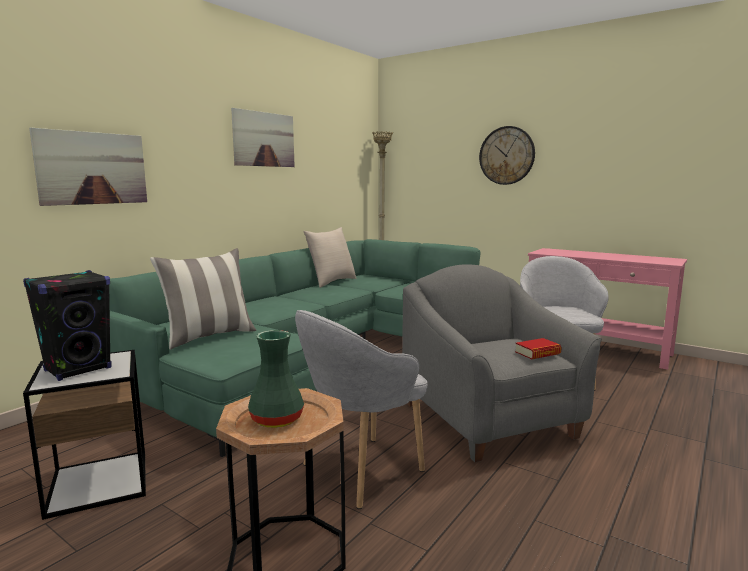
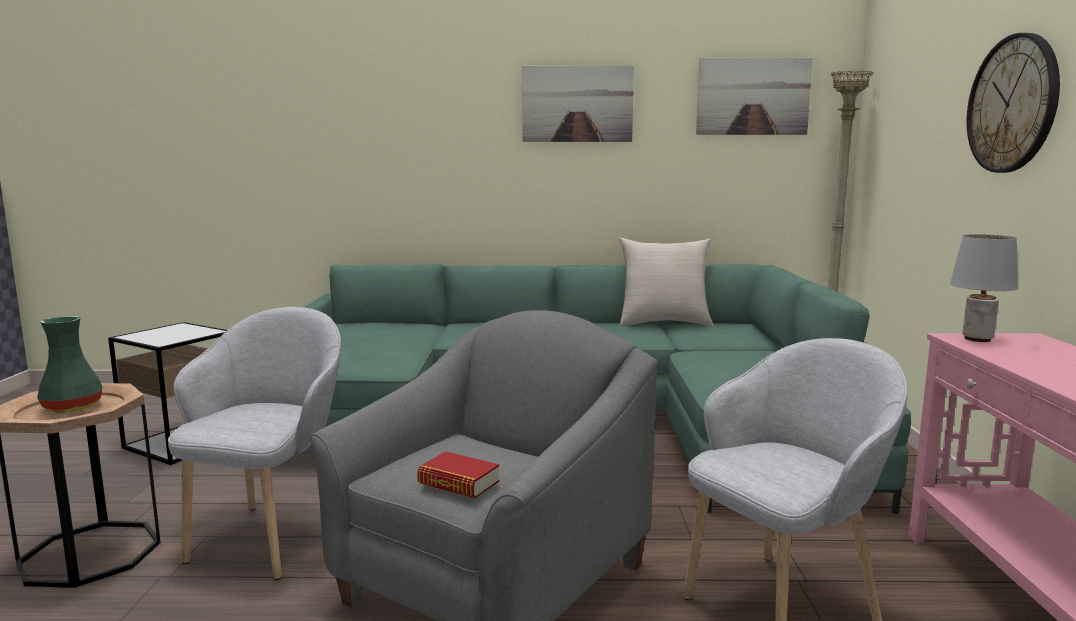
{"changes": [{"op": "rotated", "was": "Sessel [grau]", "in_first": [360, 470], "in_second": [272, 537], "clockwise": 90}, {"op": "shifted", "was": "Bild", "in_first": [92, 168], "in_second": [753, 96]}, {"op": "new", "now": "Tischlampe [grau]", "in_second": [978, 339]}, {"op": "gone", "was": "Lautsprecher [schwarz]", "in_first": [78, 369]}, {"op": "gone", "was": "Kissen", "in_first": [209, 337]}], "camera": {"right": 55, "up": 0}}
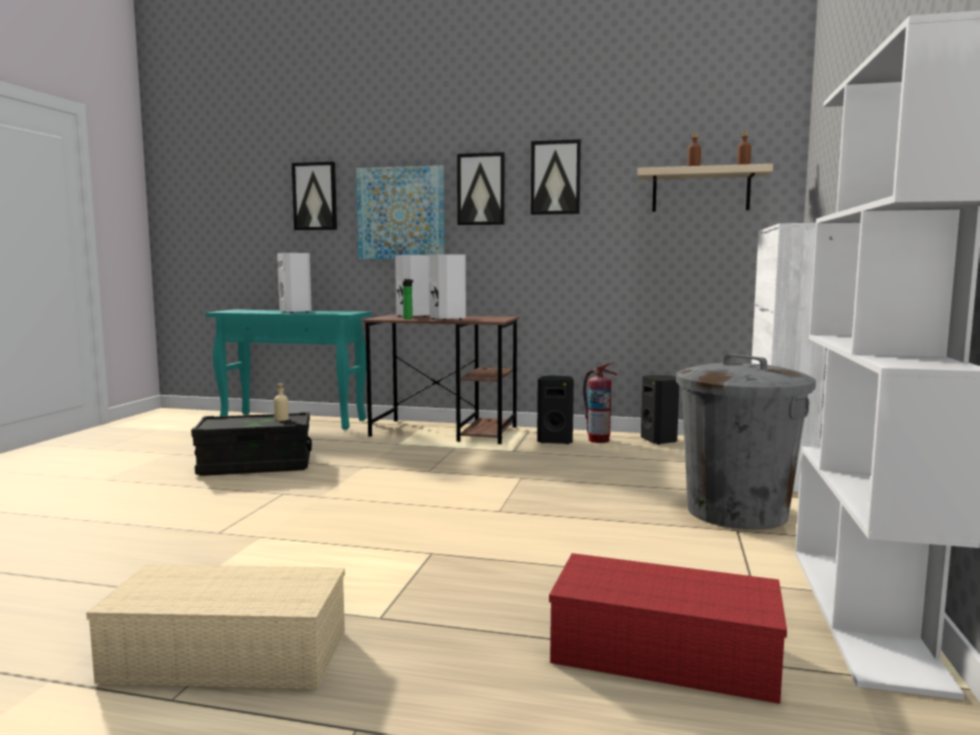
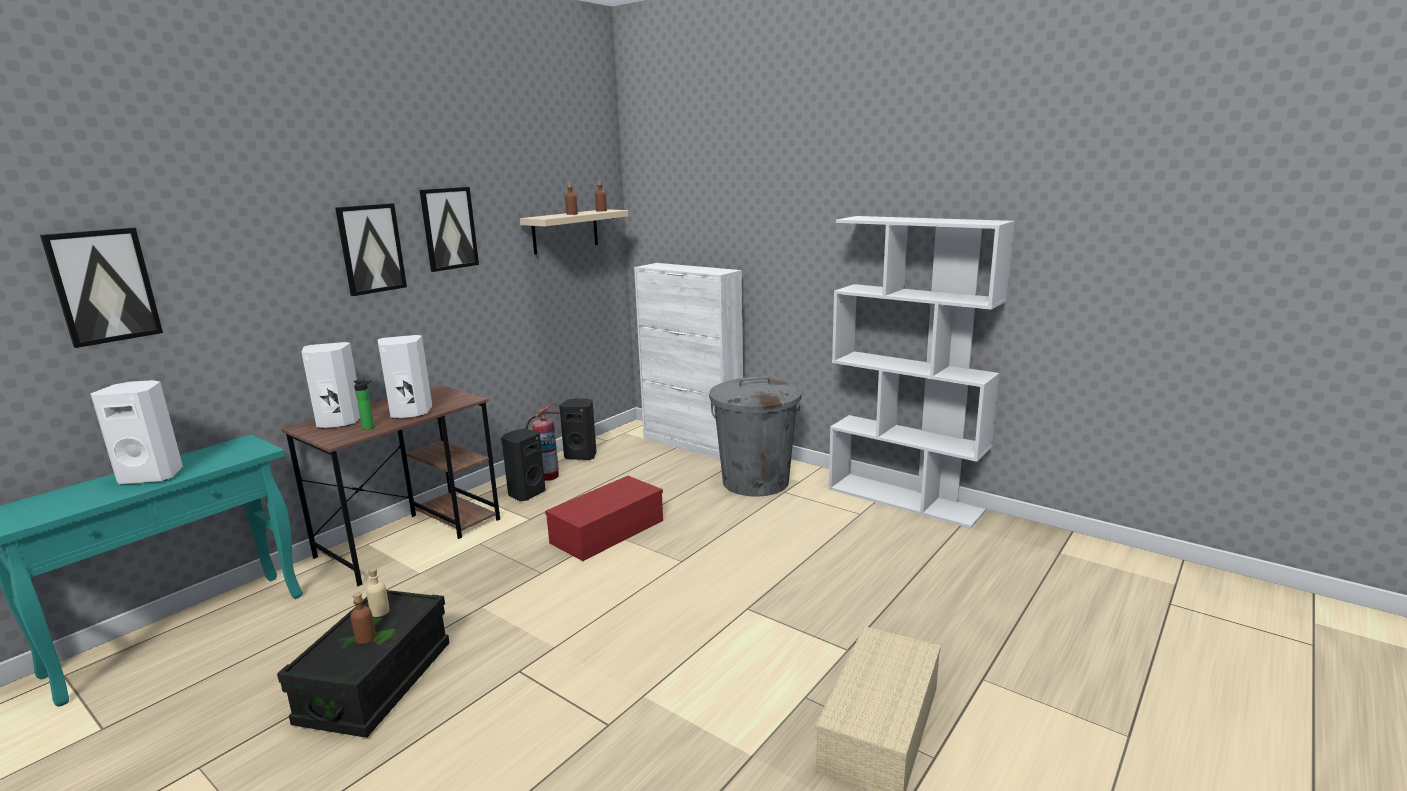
{"changes": [{"op": "new", "now": "Flasche [braun]", "in_second": [365, 638]}, {"op": "shifted", "was": "Aufbewahrungsbox [rot]", "in_first": [667, 653], "in_second": [608, 530]}, {"op": "gone", "was": "Bild", "in_first": [401, 213]}], "camera": {"right": -65, "up": 10}}
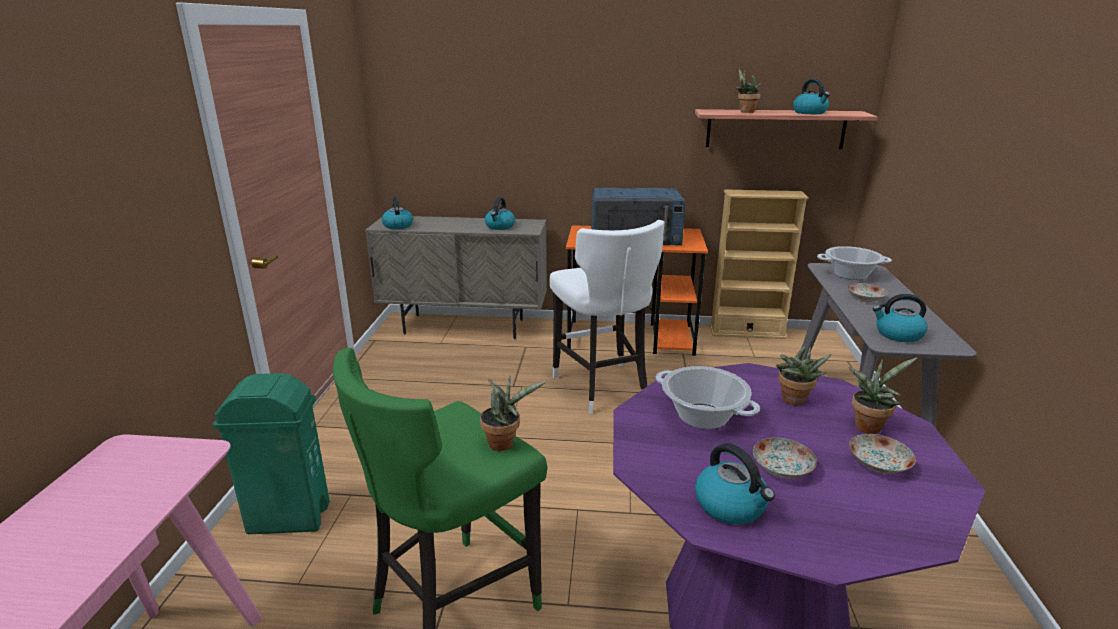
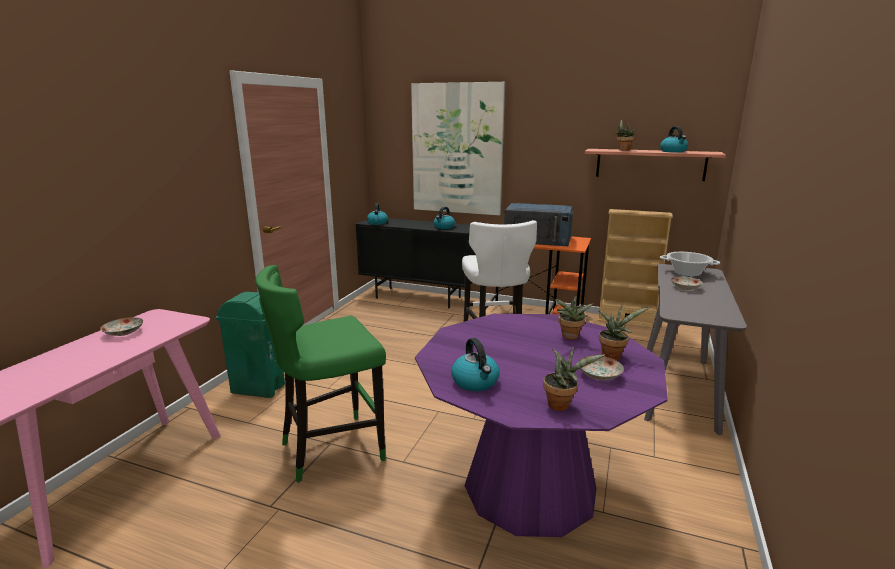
{"changes": [{"op": "shifted", "was": "Teller", "in_first": [782, 468], "in_second": [124, 333]}, {"op": "repainted", "was": "Schrank [beige]", "now": "Schrank [schwarz]", "in_first": [465, 327], "in_second": [418, 298]}, {"op": "new", "now": "Bild", "in_second": [457, 149]}, {"op": "shifted", "was": "Topfpflanze", "in_first": [504, 443], "in_second": [561, 405]}, {"op": "gone", "was": "Kochtopf", "in_first": [702, 416]}, {"op": "gone", "was": "Wasserkessel", "in_first": [898, 334]}], "camera": {"right": 15, "up": -5}}
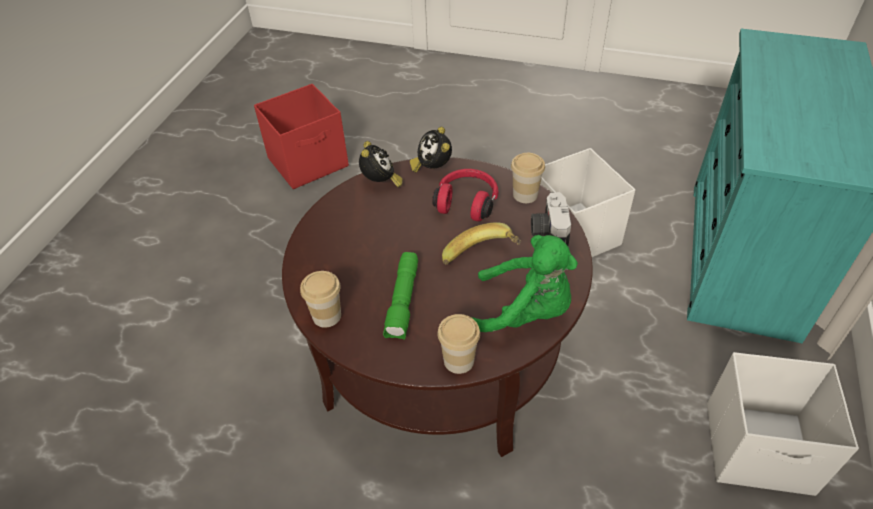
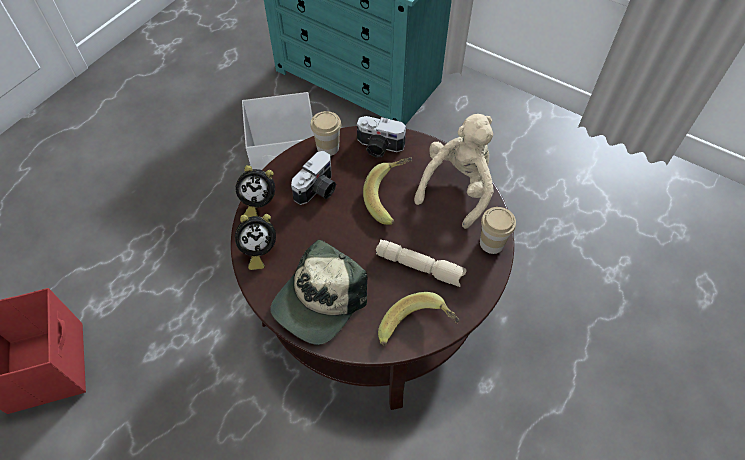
{"changes": [{"op": "rotated", "was": "Wecker", "in_first": [380, 183], "in_second": [258, 251], "clockwise": 150}, {"op": "new", "now": "Kappe", "in_second": [319, 301]}, {"op": "swapped", "was": "Kopfhörer [rot]", "now": "Kamera", "in_first": [467, 202], "in_second": [318, 190]}, {"op": "repainted", "was": "Taschenlampe [grün]", "now": "Taschenlampe [beige]", "in_first": [404, 302], "in_second": [420, 266]}, {"op": "swapped", "was": "Tasse", "now": "Banane", "in_first": [327, 316], "in_second": [417, 330]}, {"op": "repainted", "was": "Plüschtier [grün]", "now": "Plüschtier [beige]", "in_first": [524, 312], "in_second": [457, 188]}, {"op": "gone", "was": "Aufbewahrungsbox [weiß]", "in_first": [759, 449]}], "camera": {"right": -75, "up": 10}}
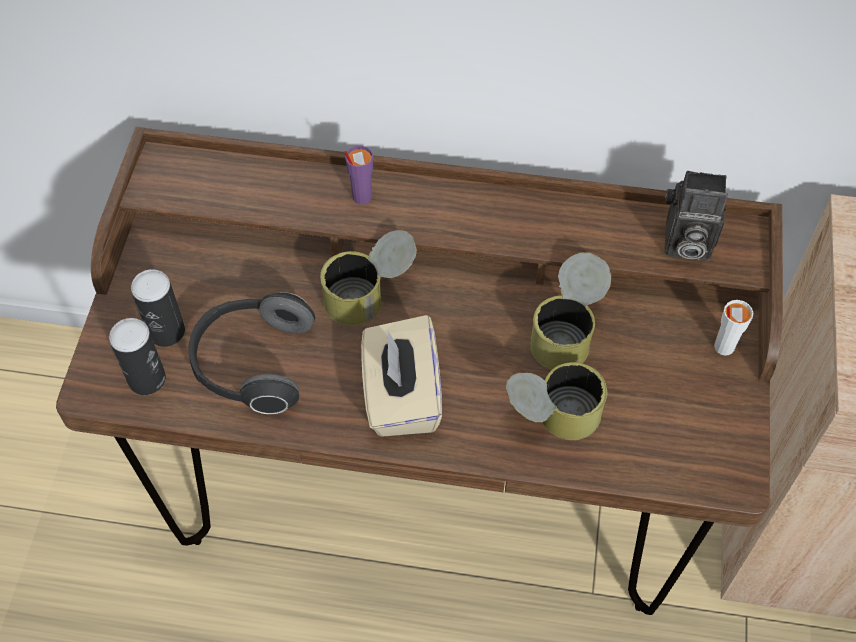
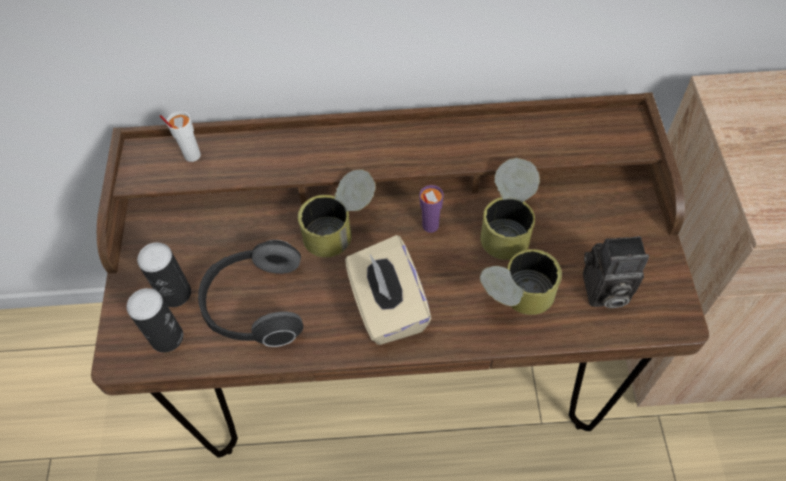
{"changes": [{"op": "shifted", "was": "Tasse [weiß]", "in_first": [723, 346], "in_second": [191, 155]}, {"op": "shifted", "was": "Tasse [lila]", "in_first": [361, 197], "in_second": [430, 226]}, {"op": "shifted", "was": "Kamera", "in_first": [684, 243], "in_second": [603, 291]}], "camera": {"right": -10, "up": 0}}
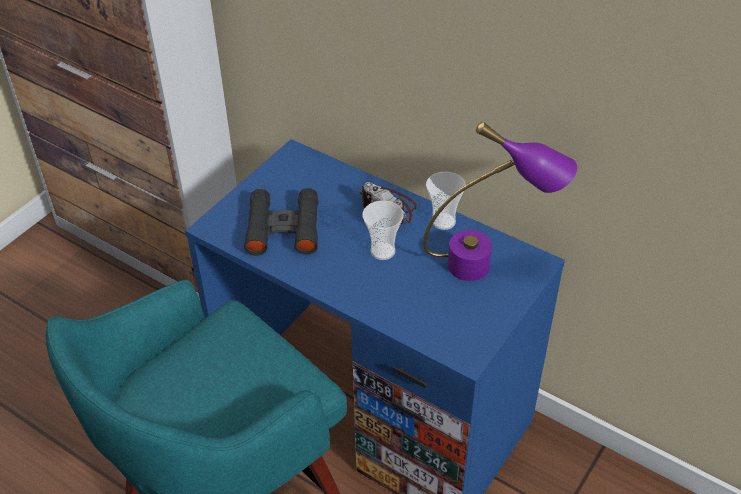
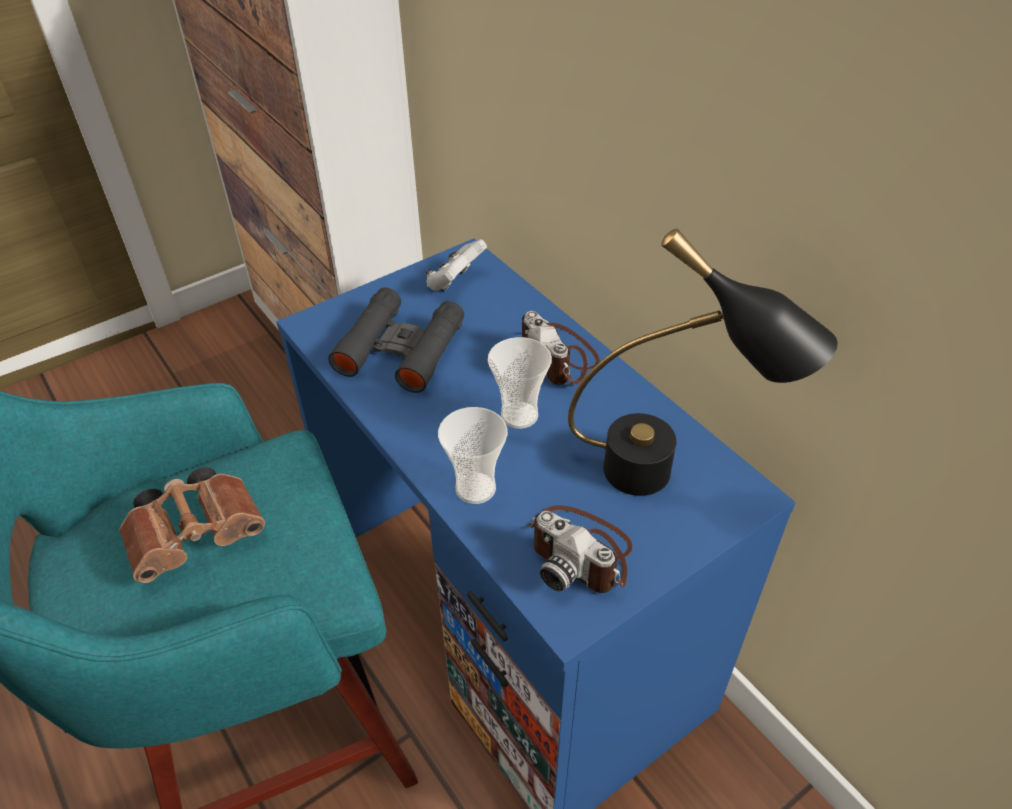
{"changes": [{"op": "new", "now": "Fernglas [braun]", "in_second": [200, 535]}, {"op": "new", "now": "Gamepad [weiß]", "in_second": [455, 282]}, {"op": "shifted", "was": "Tasse", "in_first": [443, 221], "in_second": [475, 488]}, {"op": "new", "now": "Kamera", "in_second": [581, 552]}, {"op": "repainted", "was": "Tischlampe [lila]", "now": "Tischlampe [schwarz]", "in_first": [490, 265], "in_second": [670, 478]}], "camera": {"right": 20, "up": 0}}
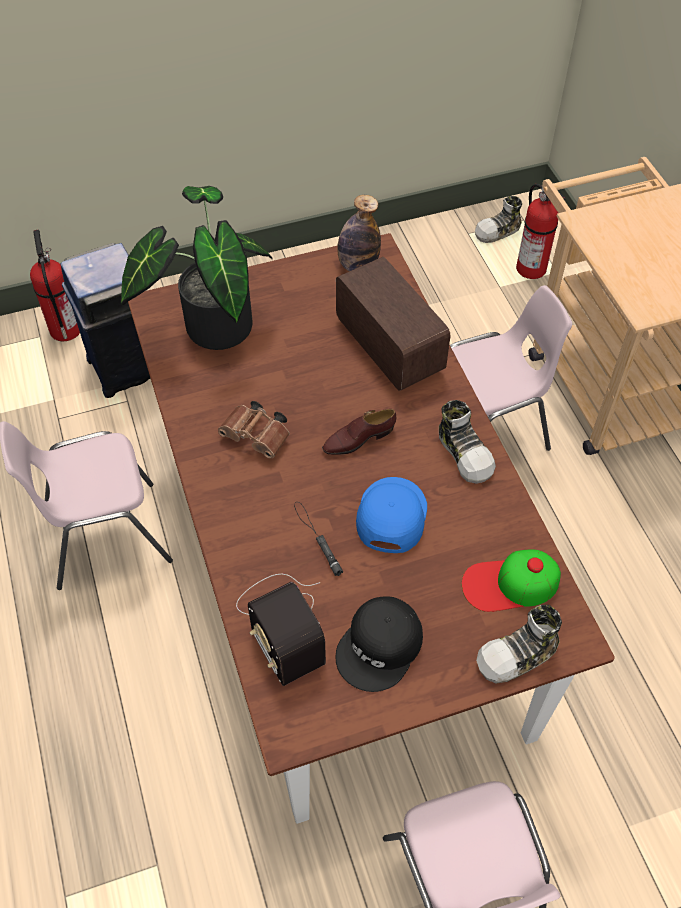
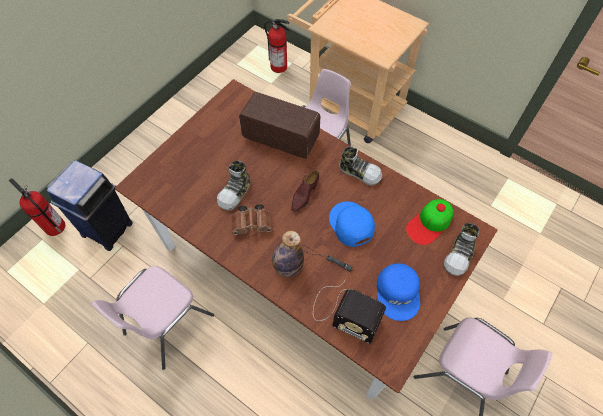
{"changes": [{"op": "shifted", "was": "Schuh", "in_first": [498, 231], "in_second": [235, 192]}, {"op": "shifted", "was": "Flasche", "in_first": [358, 265], "in_second": [287, 267]}, {"op": "repainted", "was": "Kappe [schwarz]", "now": "Kappe [blau]", "in_first": [380, 647], "in_second": [398, 292]}, {"op": "gone", "was": "Topfpflanze", "in_first": [211, 325]}], "camera": {"right": -35, "up": 5}}
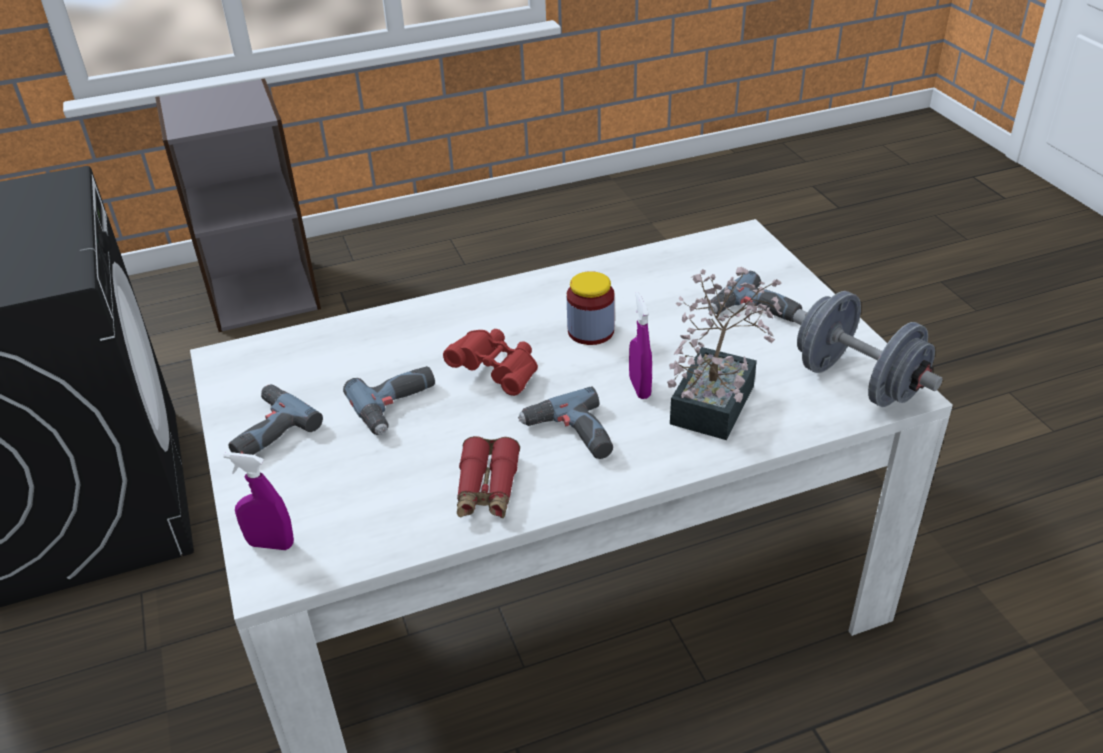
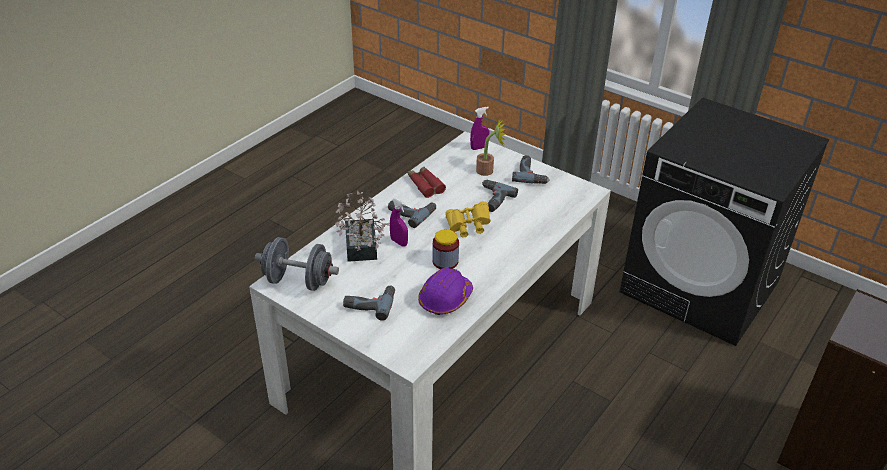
{"changes": [{"op": "new", "now": "Schutzhelm [lila]", "in_second": [445, 299]}, {"op": "repainted", "was": "Fernglas [rot]", "now": "Fernglas [gelb]", "in_first": [497, 372], "in_second": [468, 227]}, {"op": "new", "now": "Topfpflanze", "in_second": [488, 170]}], "camera": {"right": 145, "up": 0}}
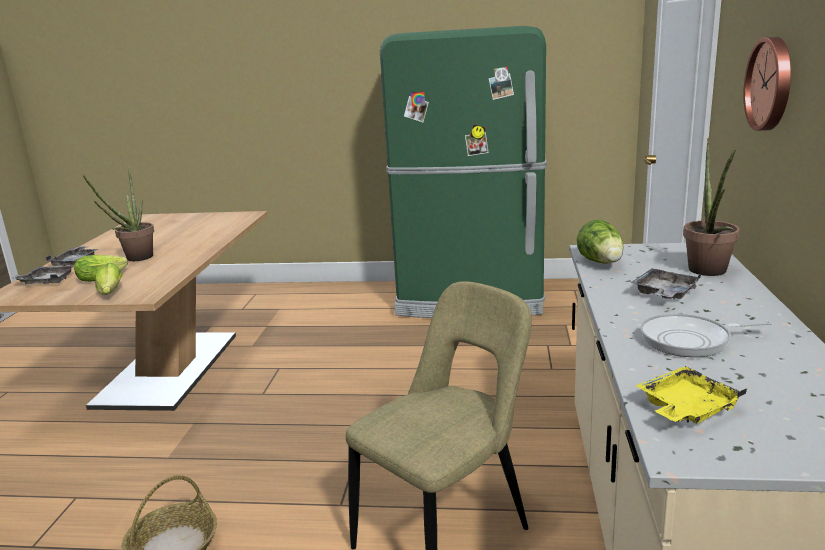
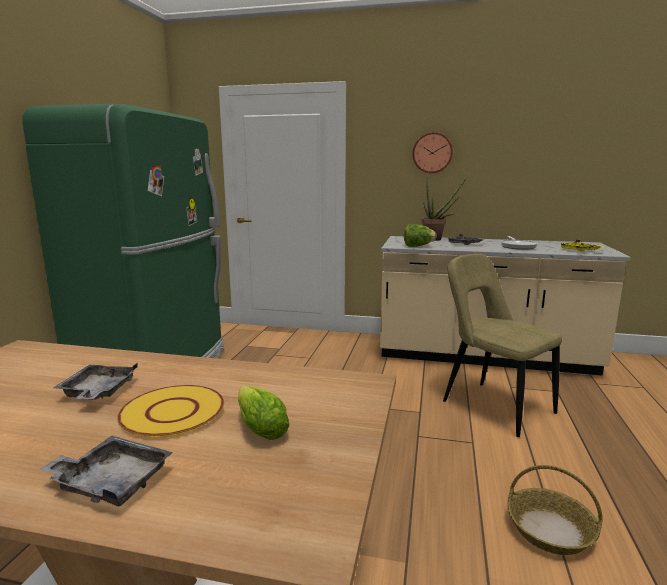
{"changes": [{"op": "shifted", "was": "Tablett [grau]", "in_first": [47, 281], "in_second": [98, 392]}, {"op": "swapped", "was": "Topfpflanze", "now": "Teller [gelb]", "in_first": [135, 259], "in_second": [172, 412]}, {"op": "gone", "was": "Salatkopf", "in_first": [110, 293]}], "camera": {"right": -85, "up": -5}}
